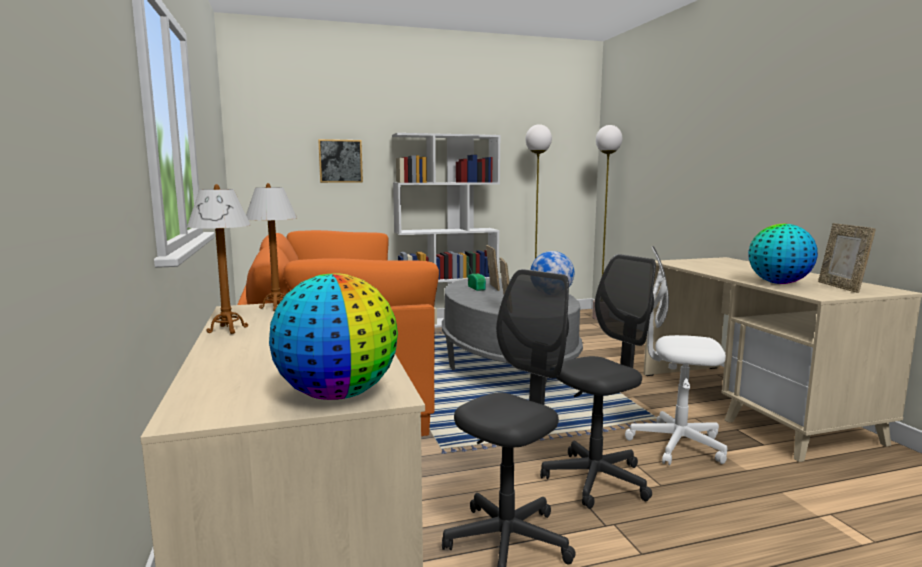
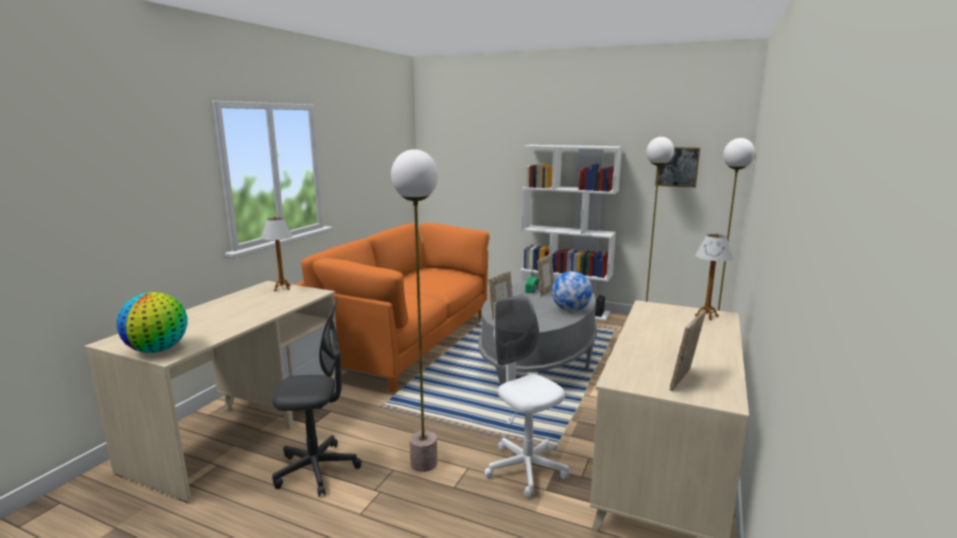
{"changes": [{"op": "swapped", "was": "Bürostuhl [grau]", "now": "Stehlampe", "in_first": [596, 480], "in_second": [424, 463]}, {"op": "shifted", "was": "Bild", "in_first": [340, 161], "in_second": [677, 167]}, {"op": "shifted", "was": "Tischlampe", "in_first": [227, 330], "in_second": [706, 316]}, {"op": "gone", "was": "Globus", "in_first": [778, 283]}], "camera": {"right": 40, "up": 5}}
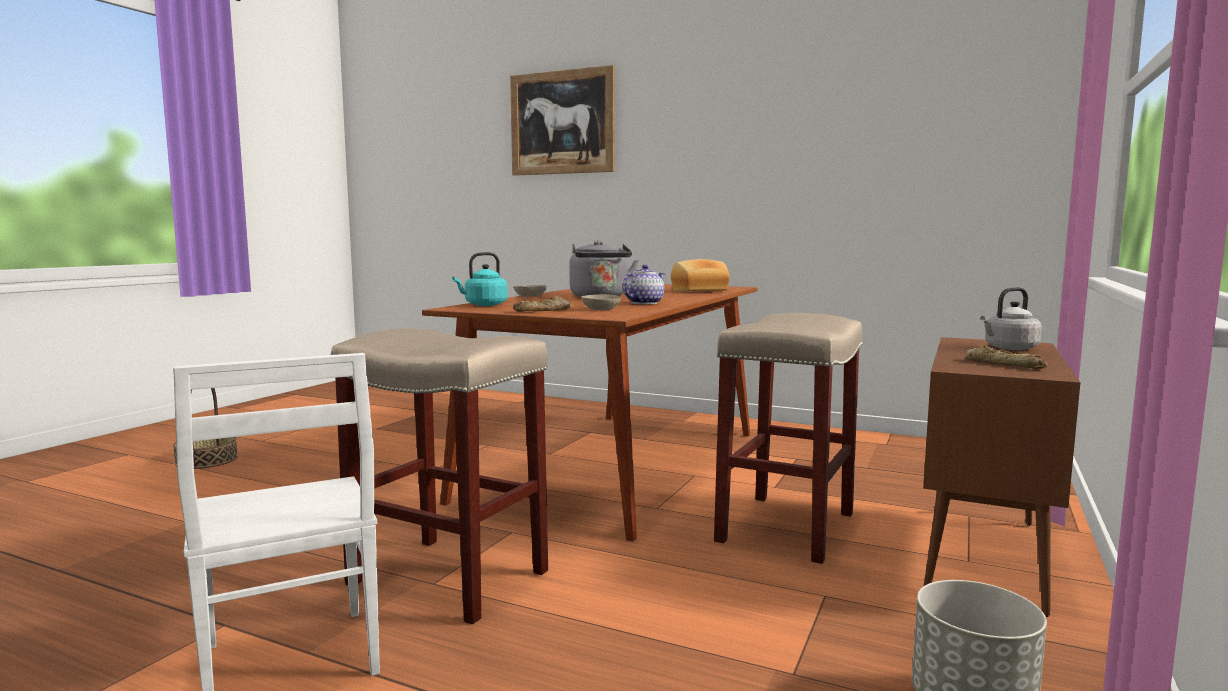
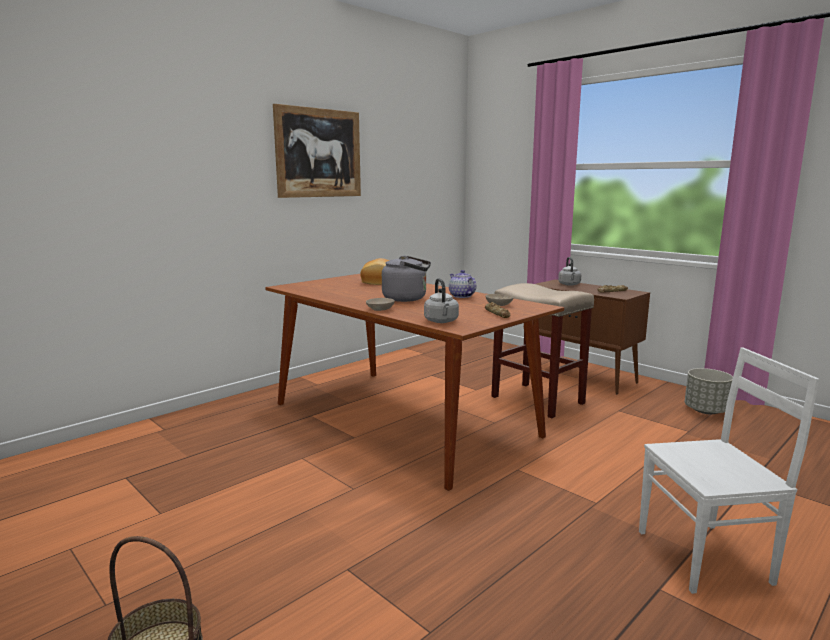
{"changes": [{"op": "shifted", "was": "Bild", "in_first": [562, 123], "in_second": [319, 153]}, {"op": "repainted", "was": "Wasserkessel [türkis]", "now": "Wasserkessel [grau]", "in_first": [483, 305], "in_second": [441, 321]}, {"op": "gone", "was": "Hocker [beige]", "in_first": [445, 577]}], "camera": {"right": -70, "up": 5}}
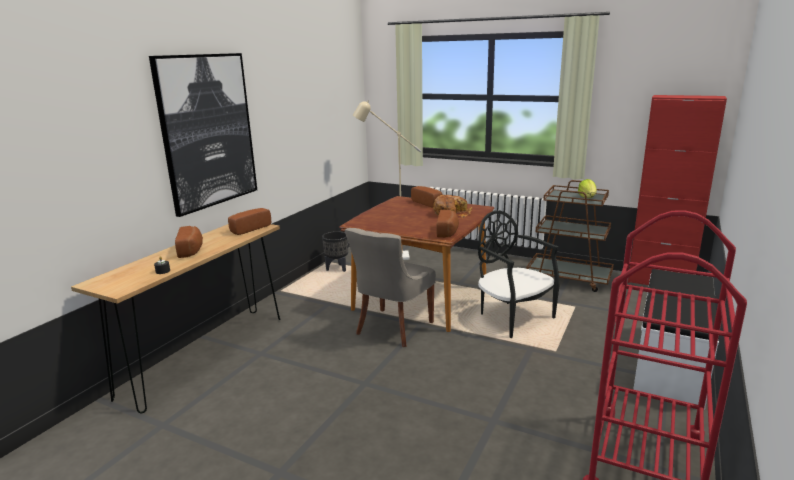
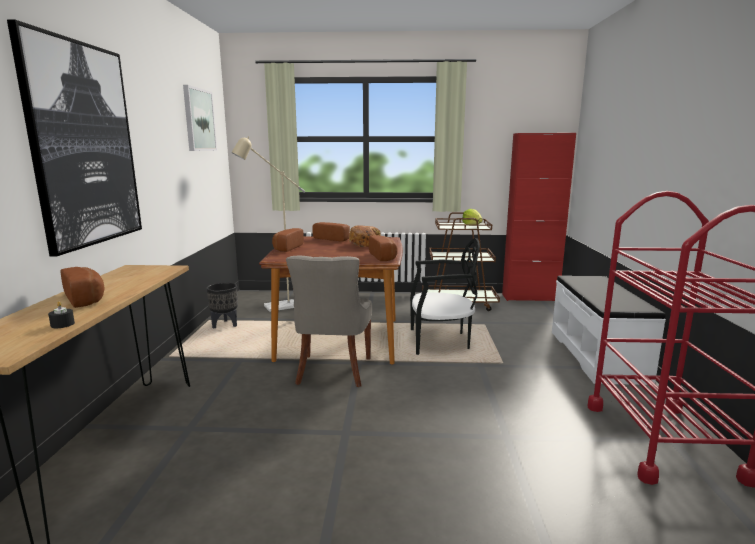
{"changes": [{"op": "new", "now": "Bild", "in_second": [199, 120]}, {"op": "shifted", "was": "Brot", "in_first": [248, 229], "in_second": [286, 248]}, {"op": "rotated", "was": "Stuhl [schwarz]", "in_first": [512, 317], "in_second": [440, 341], "clockwise": 150}], "camera": {"right": -25, "up": -5}}
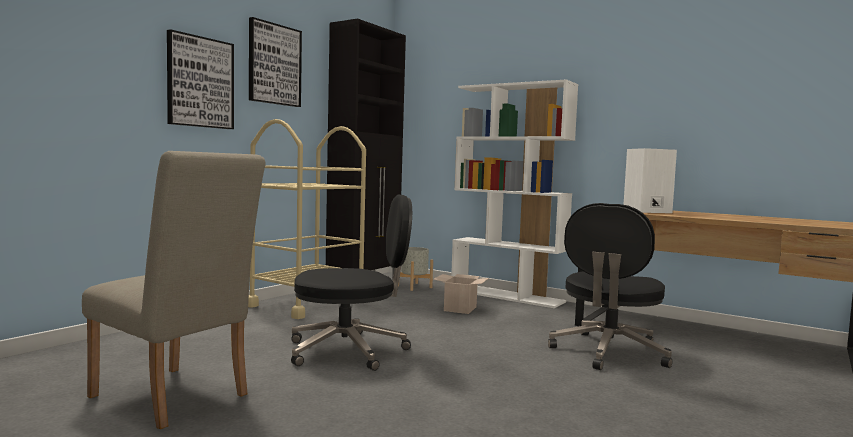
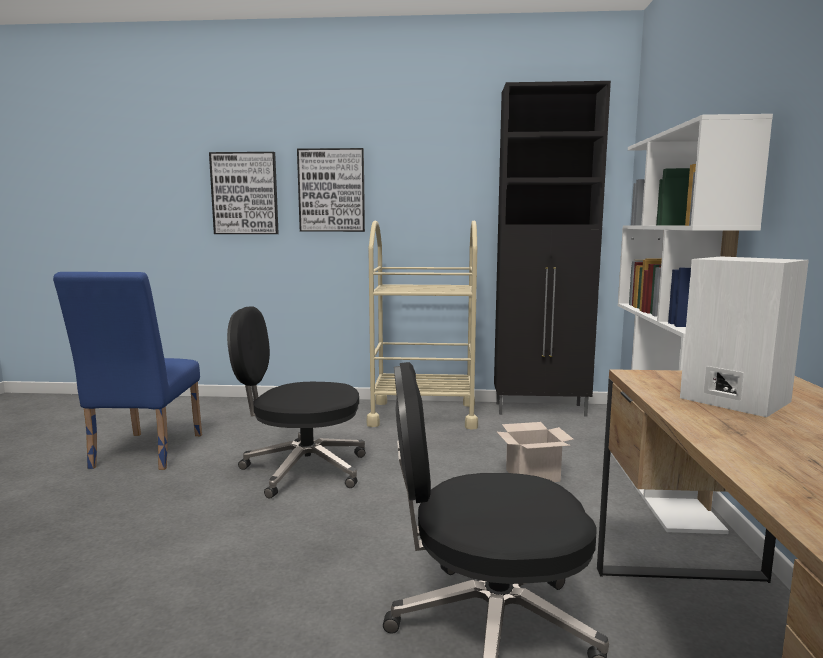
{"changes": [{"op": "repainted", "was": "Stuhl [beige]", "now": "Stuhl [blau]", "in_first": [175, 399], "in_second": [143, 454]}, {"op": "shifted", "was": "Bild", "in_first": [274, 64], "in_second": [245, 193]}, {"op": "rotated", "was": "Bürostuhl [schwarz]", "in_first": [350, 350], "in_second": [302, 469], "clockwise": 135}, {"op": "gone", "was": "Pflanzkübel [grau]", "in_first": [414, 286]}], "camera": {"right": 60, "up": 5}}
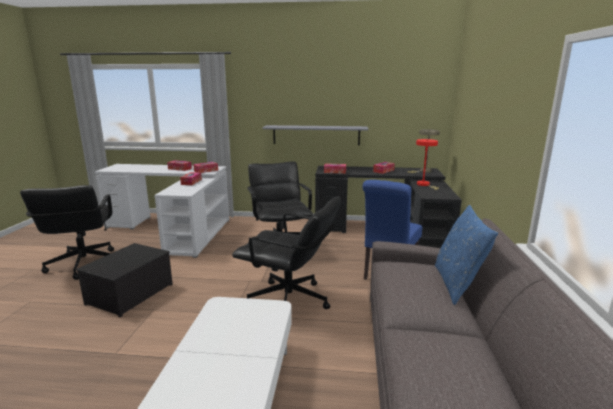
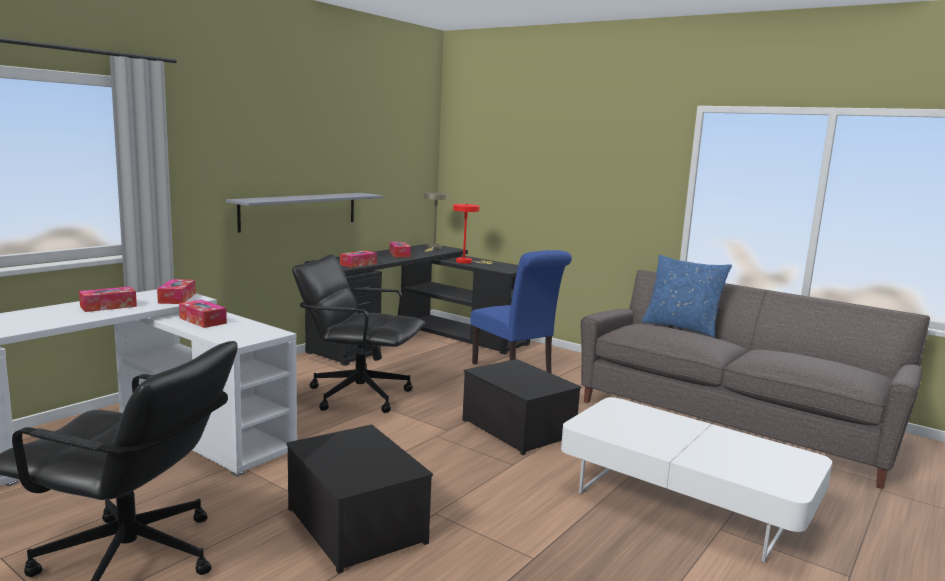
{"changes": [{"op": "swapped", "was": "Bürostuhl [schwarz]", "now": "Aufbewahrungsbox", "in_first": [289, 301], "in_second": [519, 429]}], "camera": {"right": -60, "up": -5}}
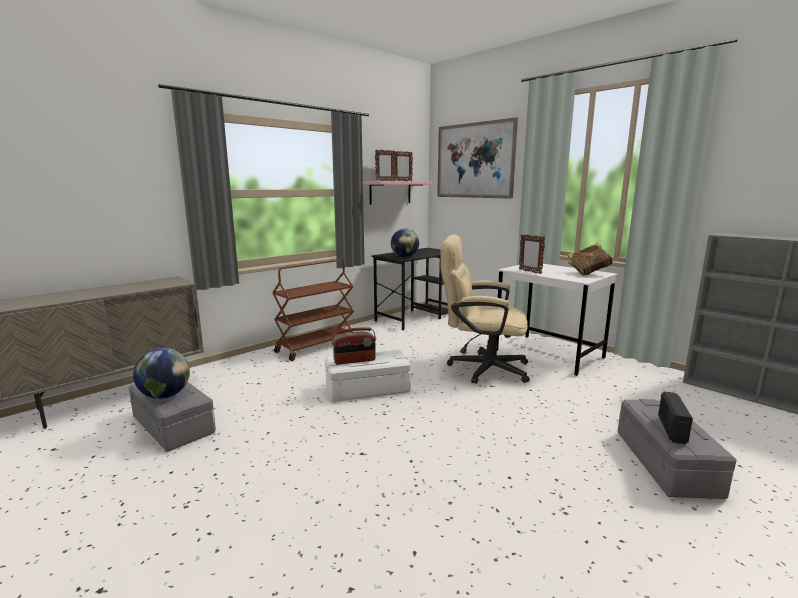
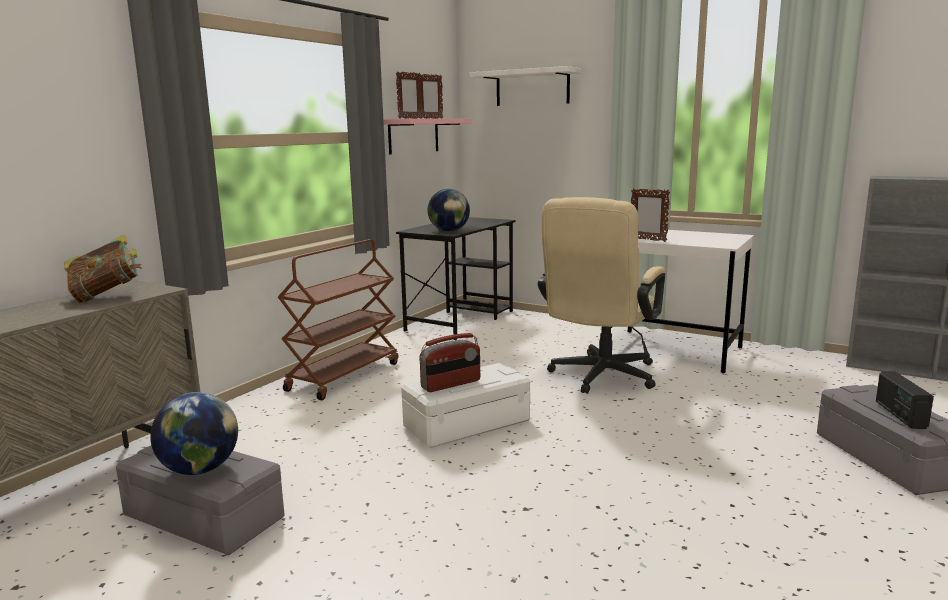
{"changes": [{"op": "shifted", "was": "Buch", "in_first": [588, 273], "in_second": [107, 296]}, {"op": "swapped", "was": "Bild", "now": "Wandregal [weiß]", "in_first": [474, 160], "in_second": [532, 88]}, {"op": "rotated", "was": "Bürostuhl [beige]", "in_first": [480, 368], "in_second": [599, 378], "clockwise": -60}], "camera": {"right": -15, "up": 0}}
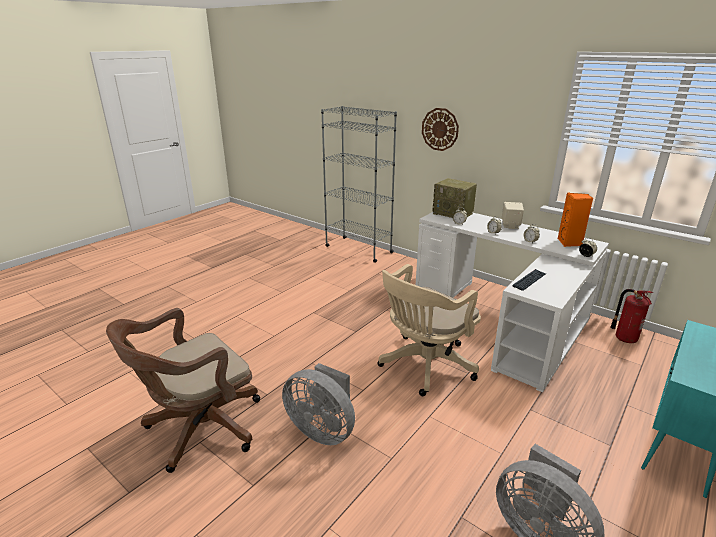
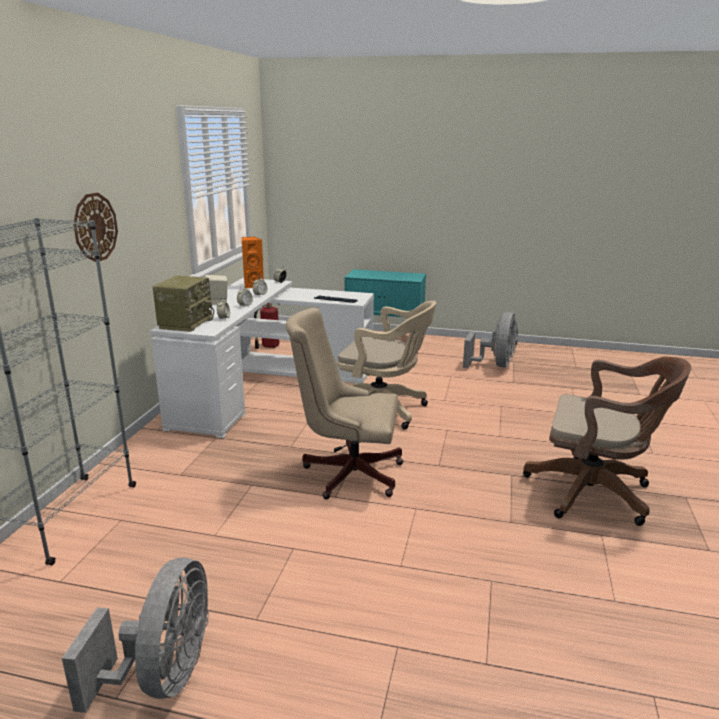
{"changes": [{"op": "shifted", "was": "Ventilator [grau]", "in_first": [322, 429], "in_second": [163, 676]}, {"op": "new", "now": "Bürostuhl [beige]", "in_second": [347, 473]}], "camera": {"right": -115, "up": -5}}
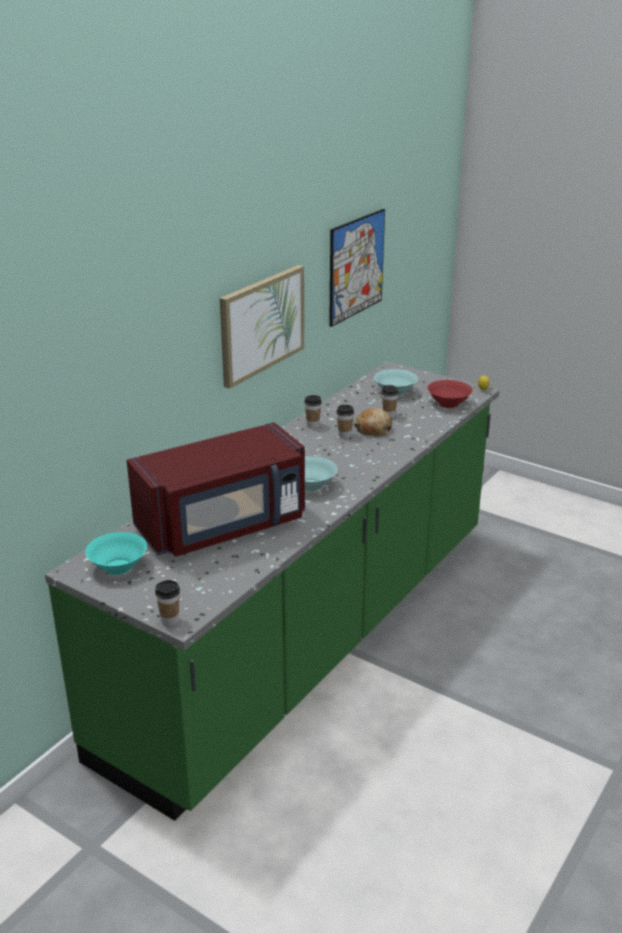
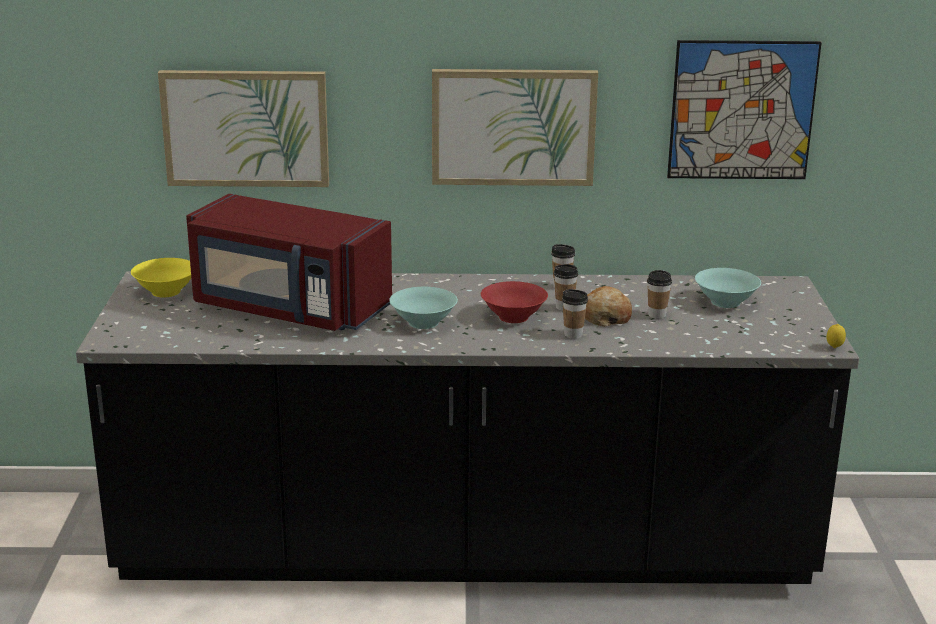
{"changes": [{"op": "repainted", "was": "Küchenzeile [grün]", "now": "Küchenzeile [schwarz]", "in_first": [311, 636], "in_second": [465, 549]}, {"op": "repainted", "was": "Schüssel [türkis]", "now": "Schüssel [gelb]", "in_first": [117, 567], "in_second": [165, 291]}, {"op": "new", "now": "Bild", "in_second": [246, 128]}, {"op": "shifted", "was": "Schüssel [rot]", "in_first": [449, 404], "in_second": [514, 317]}, {"op": "shifted", "was": "Tasse", "in_first": [170, 620], "in_second": [573, 334]}], "camera": {"right": 55, "up": -5}}
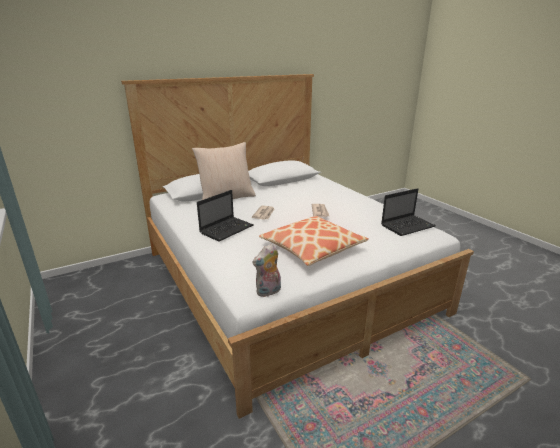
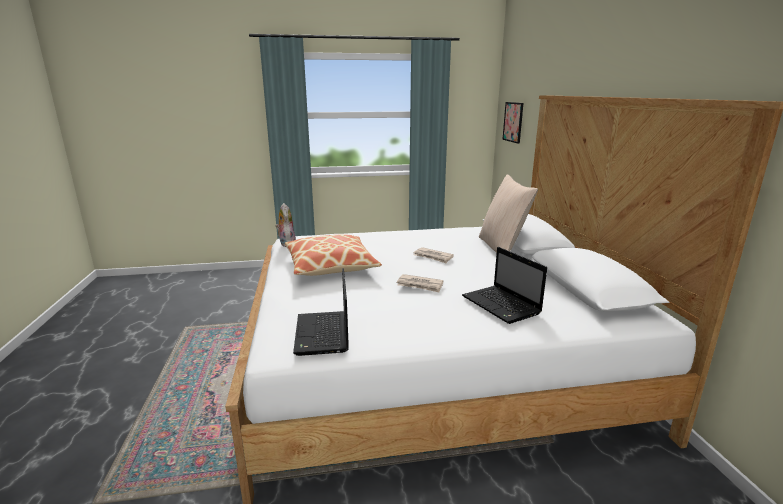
{"changes": [{"op": "shifted", "was": "Laptop", "in_first": [227, 229], "in_second": [502, 306]}, {"op": "new", "now": "Bild", "in_second": [513, 122]}], "camera": {"right": 110, "up": -5}}
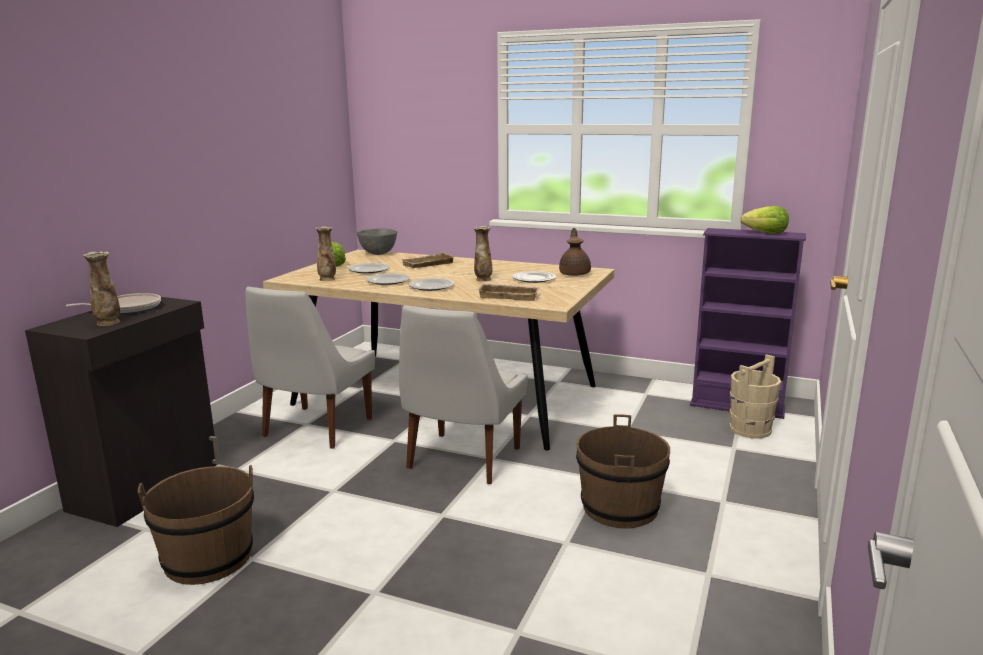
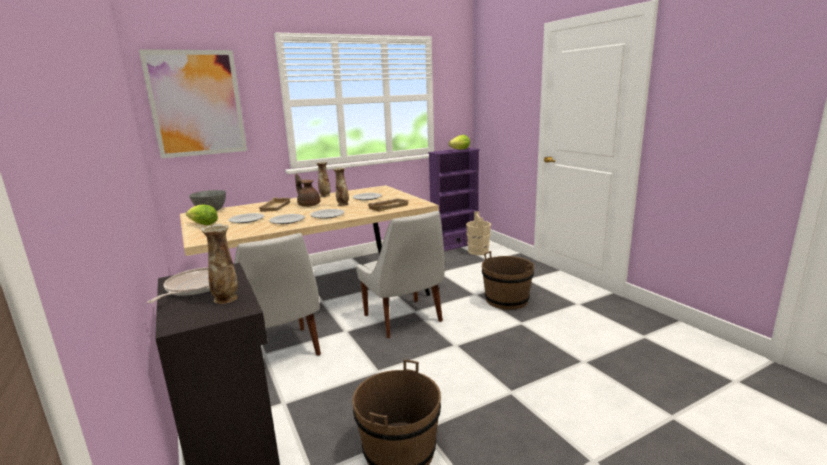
{"changes": [{"op": "new", "now": "Bild", "in_second": [196, 103]}, {"op": "shifted", "was": "Teekanne [braun]", "in_first": [575, 274], "in_second": [308, 205]}, {"op": "shifted", "was": "Vase", "in_first": [327, 279], "in_second": [325, 196]}], "camera": {"right": -50, "up": 0}}
